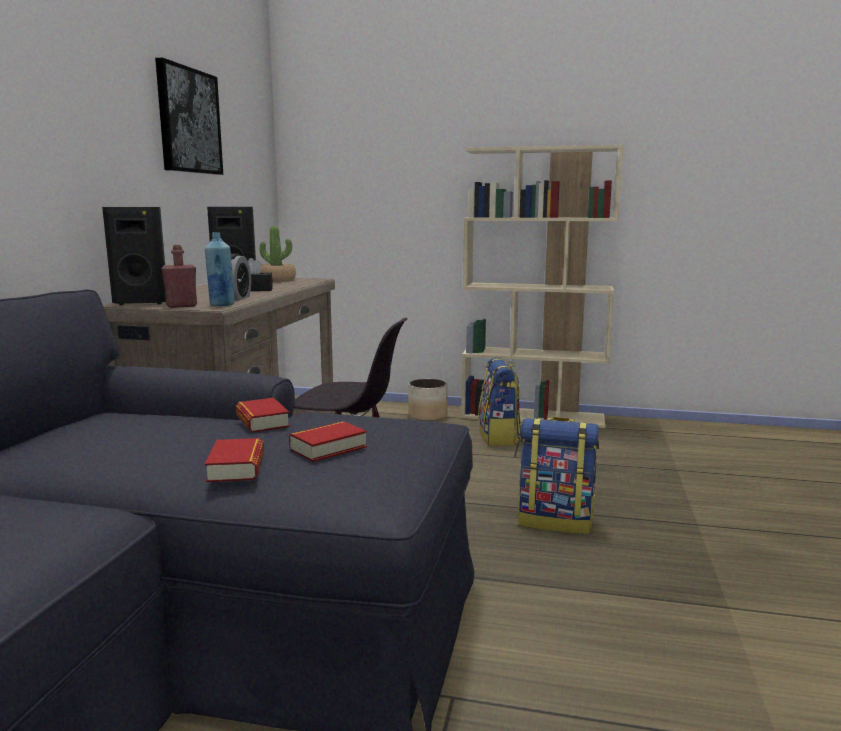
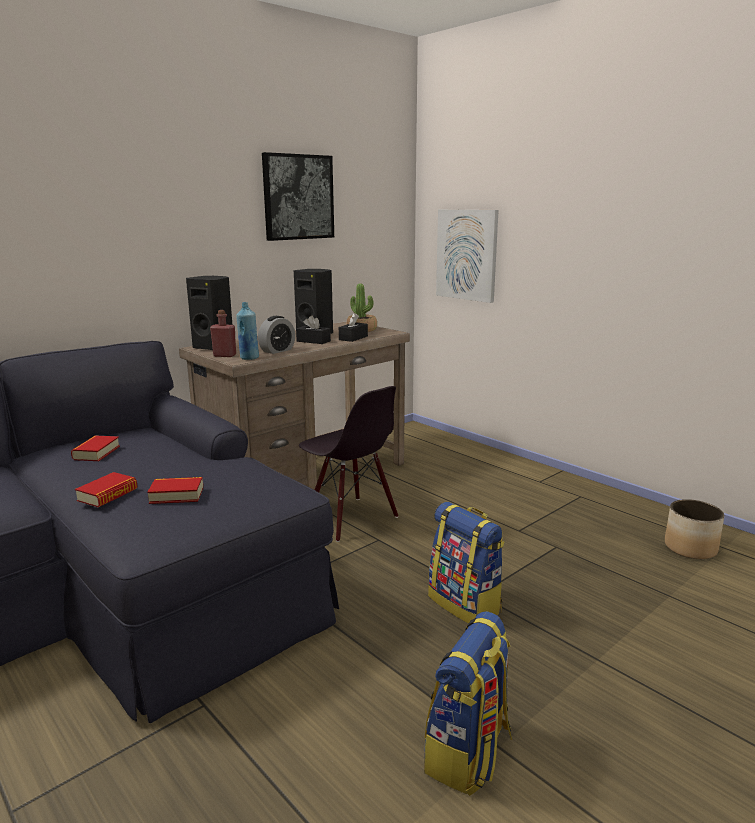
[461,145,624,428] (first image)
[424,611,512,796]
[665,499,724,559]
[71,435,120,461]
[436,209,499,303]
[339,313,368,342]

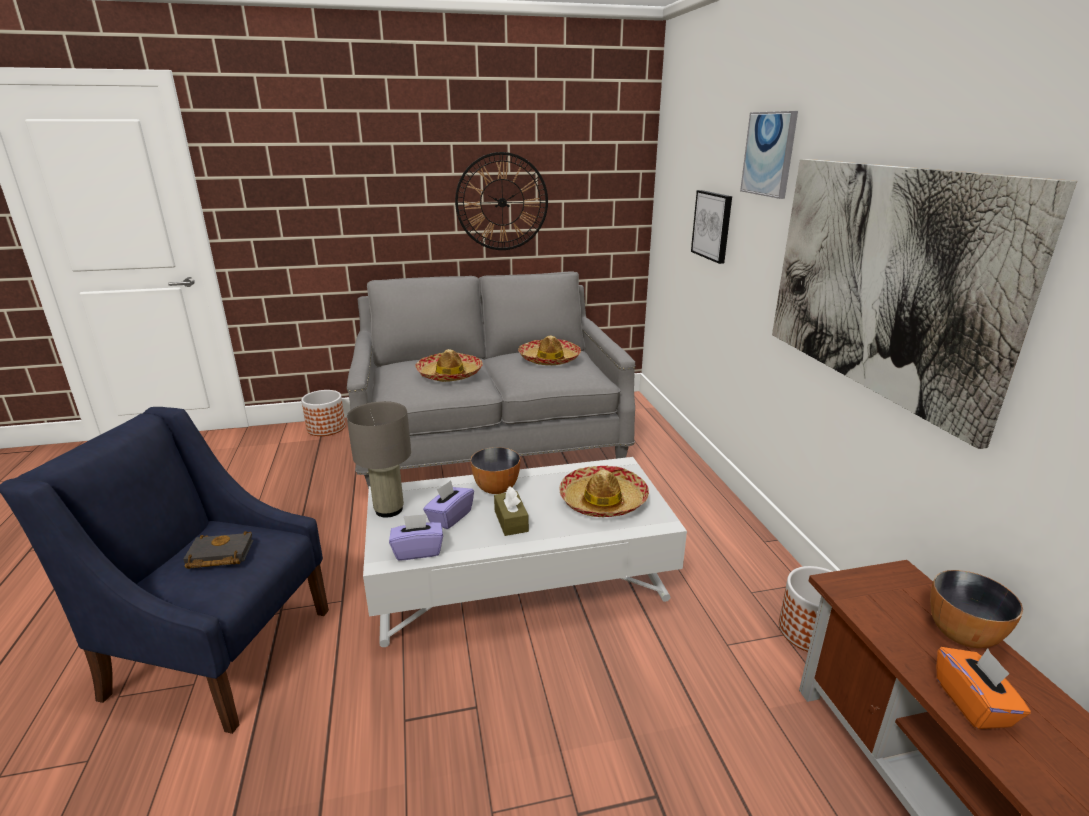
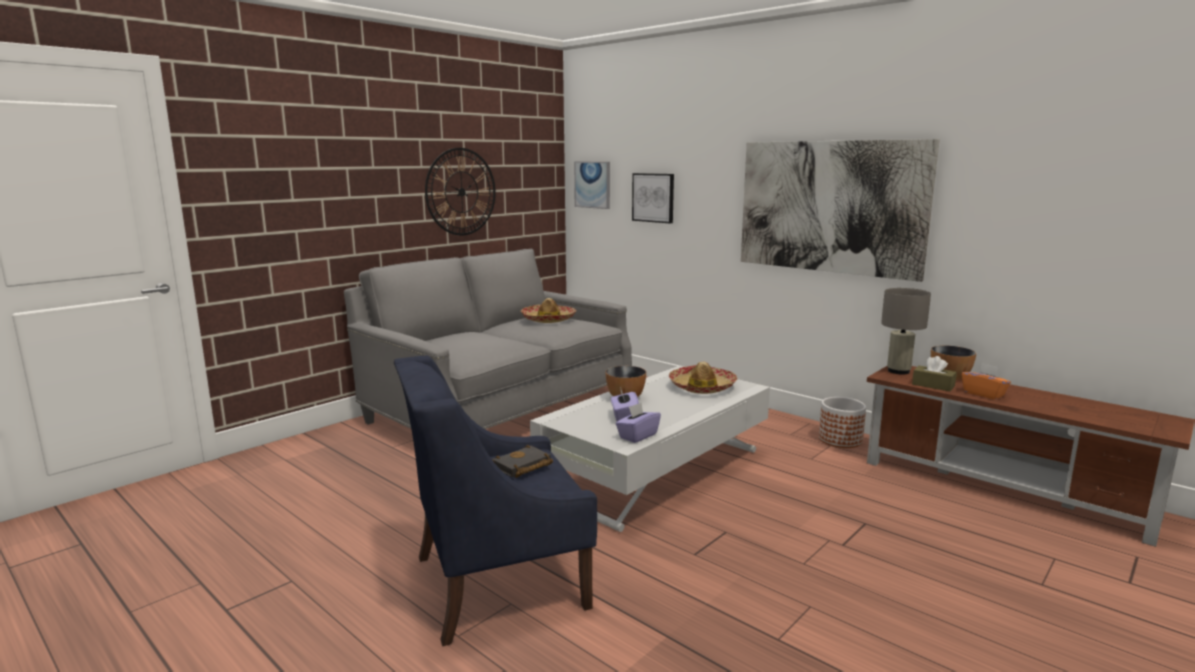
[574,161,610,209]
[415,349,483,382] (first image)
[301,390,346,436] (first image)
[881,288,931,375]
[912,356,957,391]

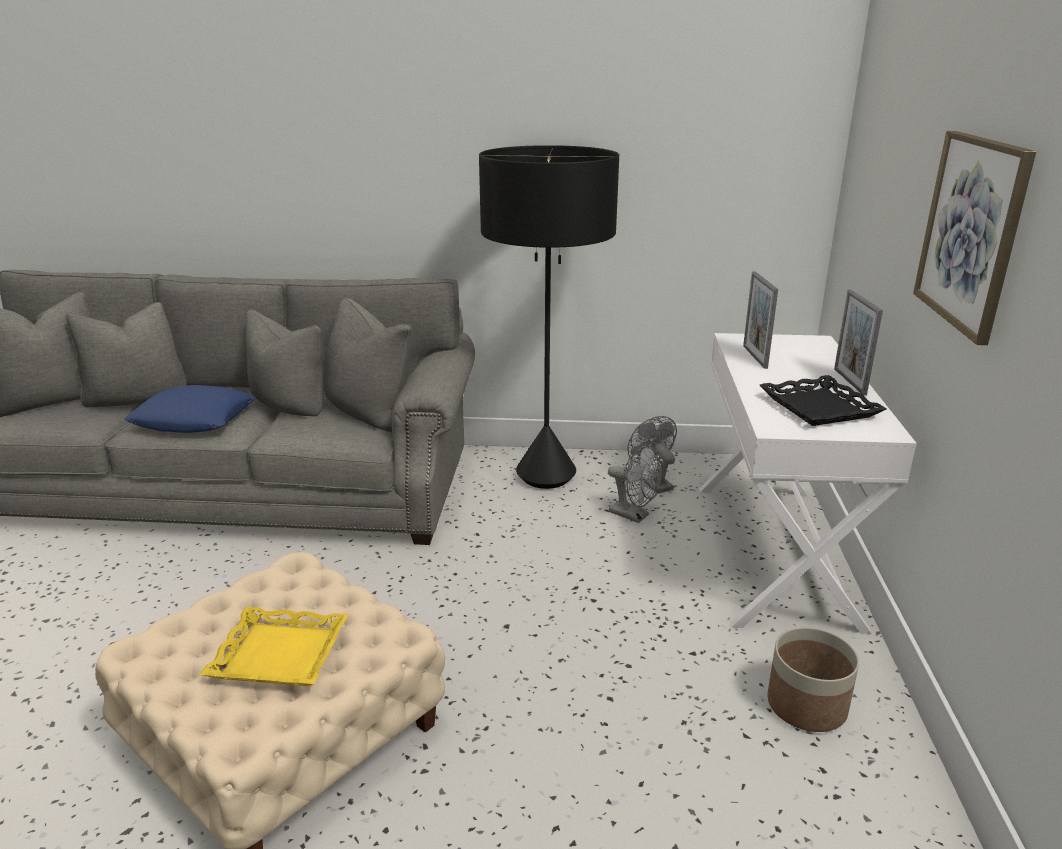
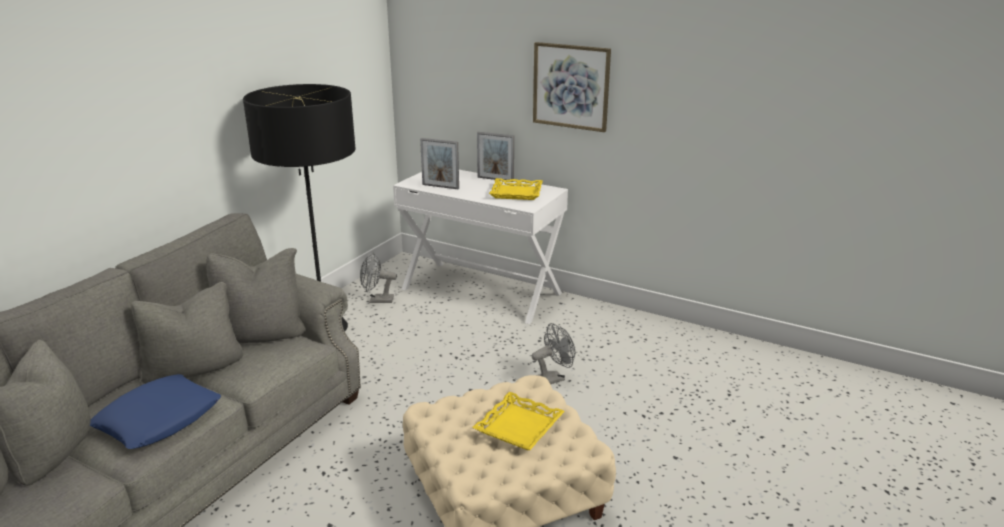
[489,178,543,200]
[532,323,576,384]
[767,627,859,732] (first image)

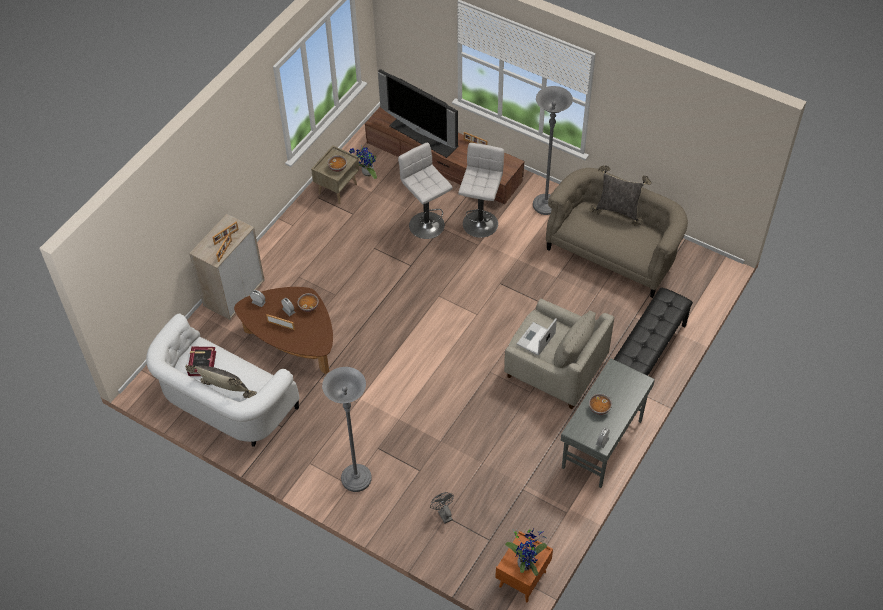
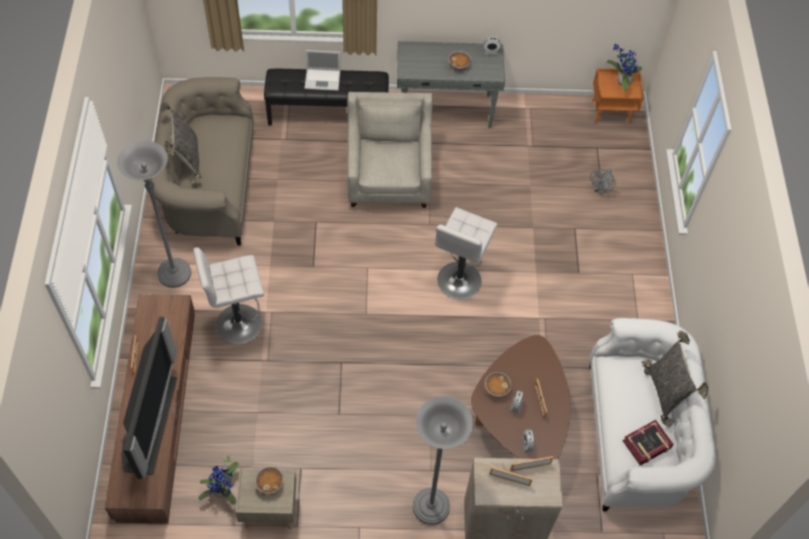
[435,207,497,300]
[304,50,340,91]
[413,396,473,525]

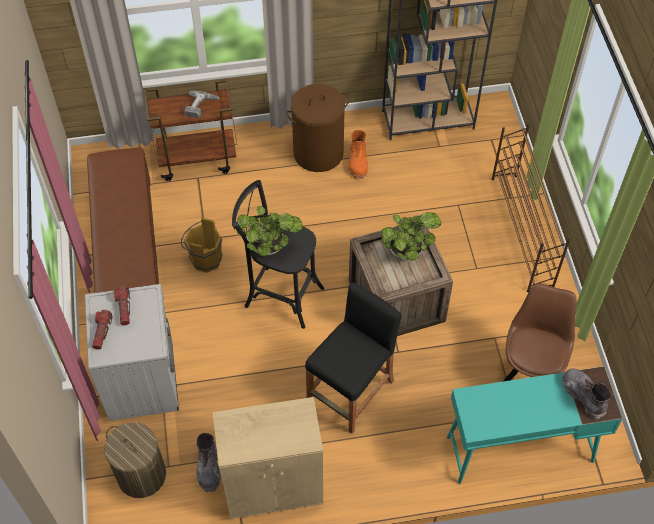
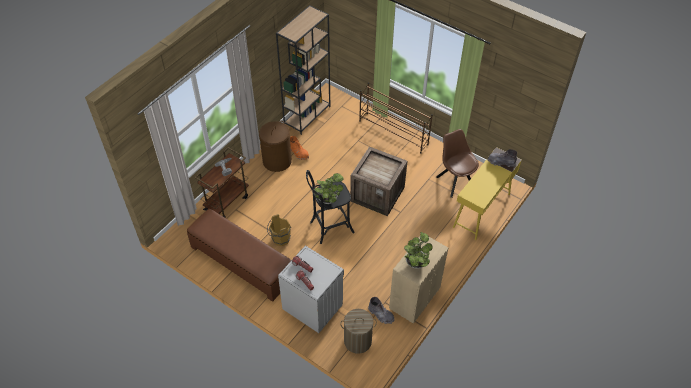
[404,232,433,269]
[305,282,402,434] (first image)
[453,147,522,240]

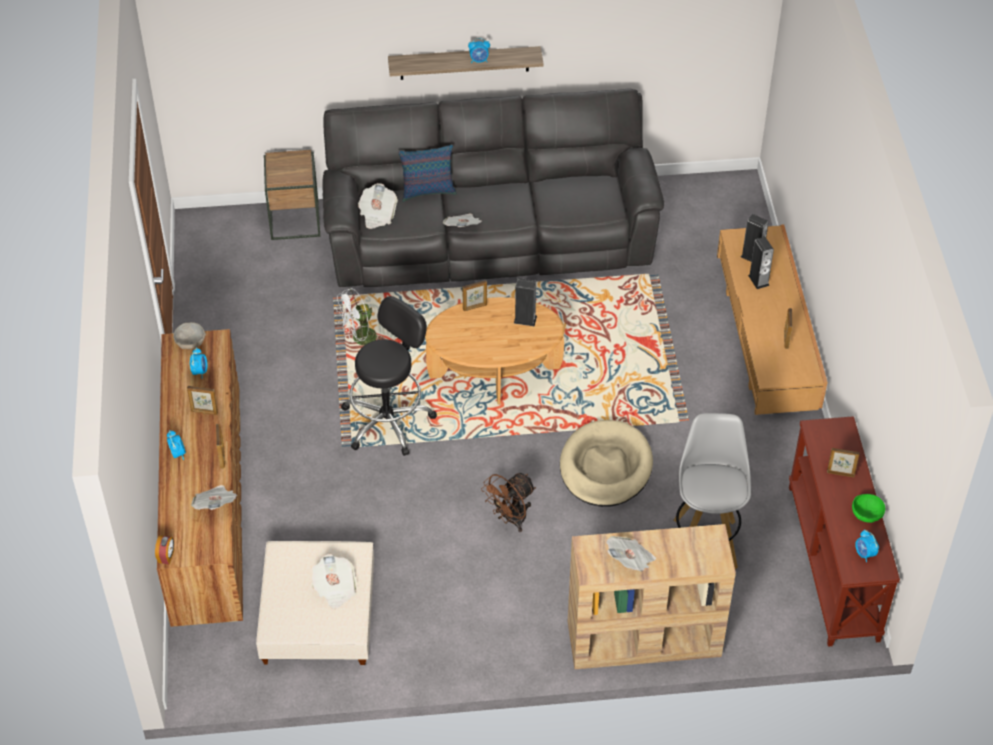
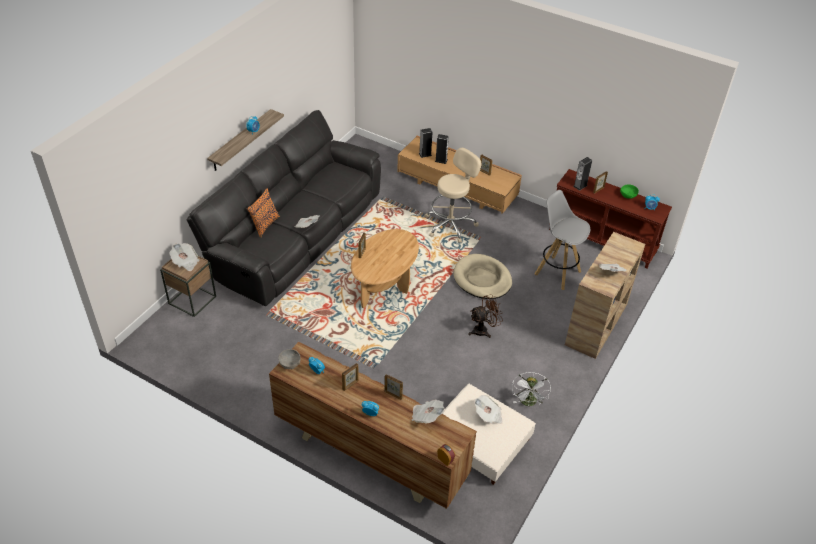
[247,189,280,238]
[169,243,200,271]
[573,157,592,191]
[512,372,551,406]
[341,296,437,456] (first image)
[469,294,503,338]
[425,148,481,243]

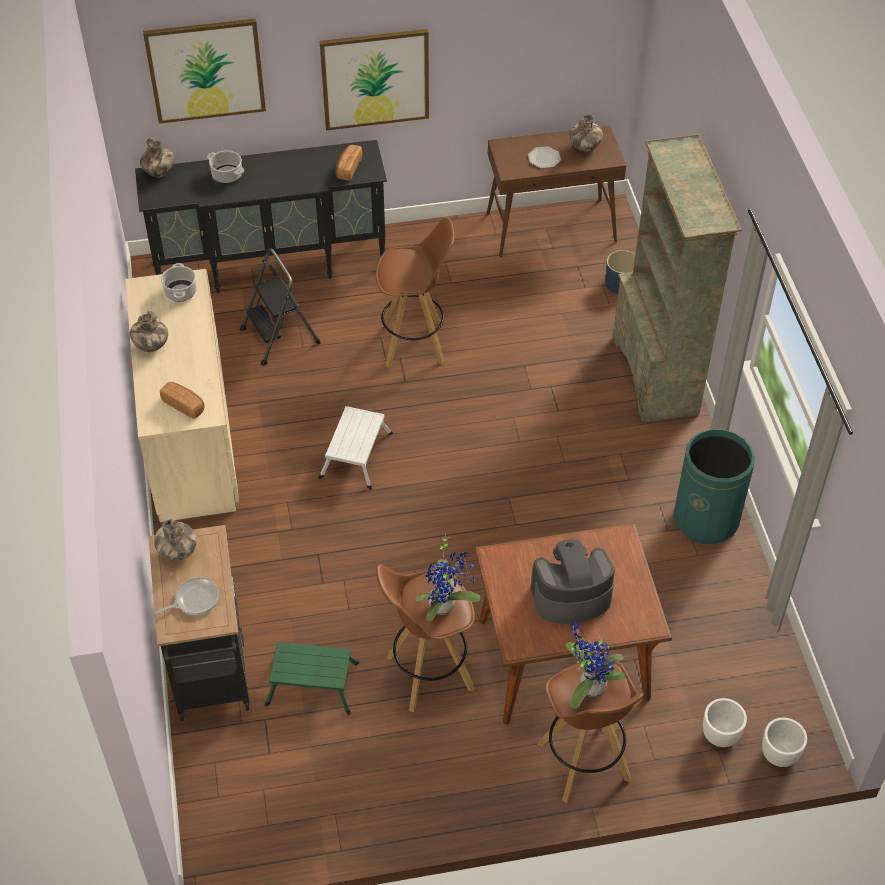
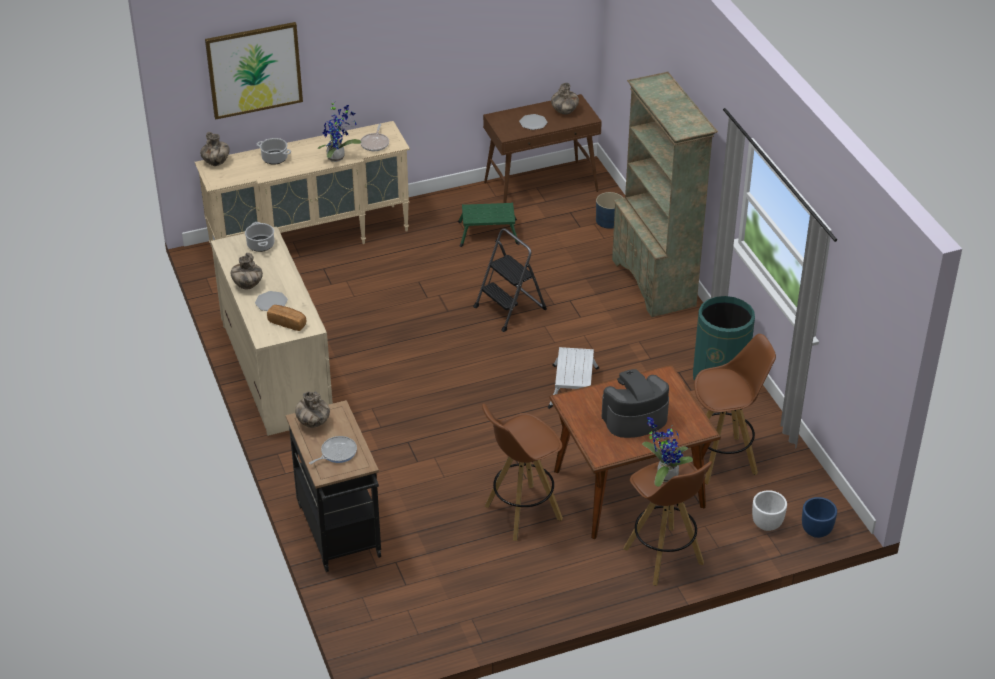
[319,29,429,131] (first image)
[195,121,410,247]
[360,124,389,151]
[689,334,776,484]
[473,228,547,332]
[548,347,599,409]
[318,103,362,162]
[458,202,520,247]
[802,497,837,538]
[255,291,288,311]

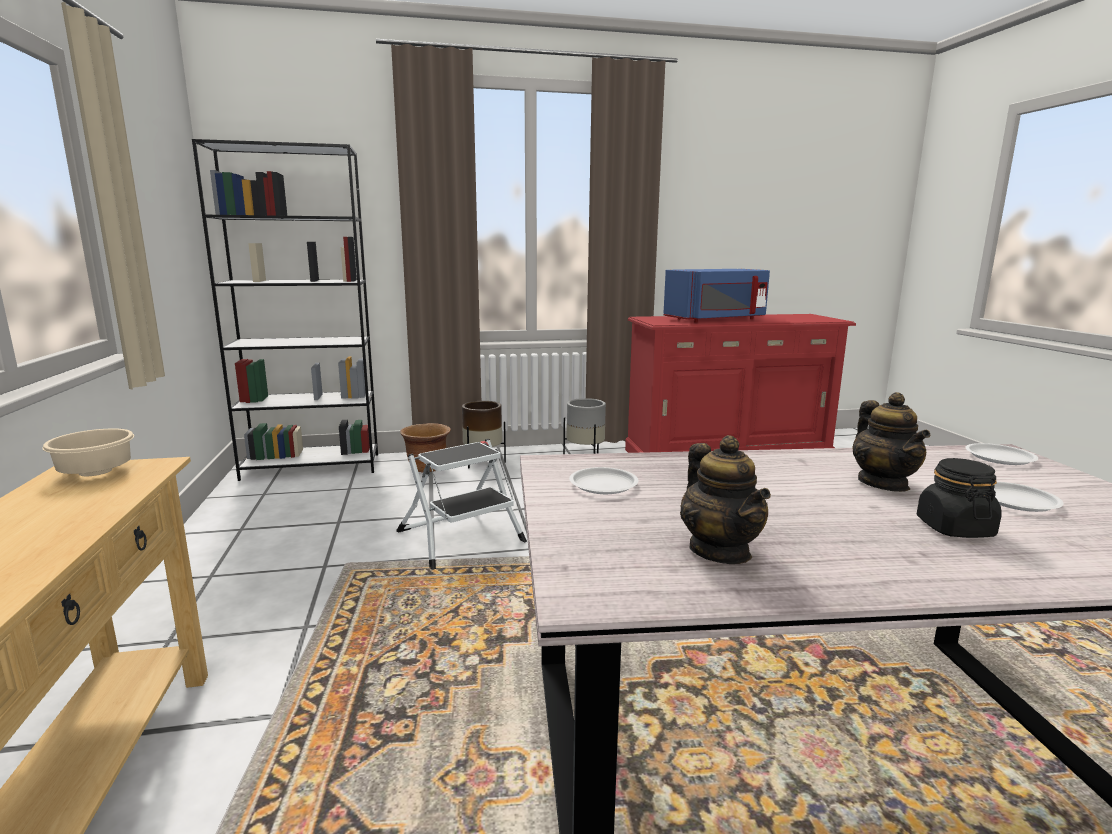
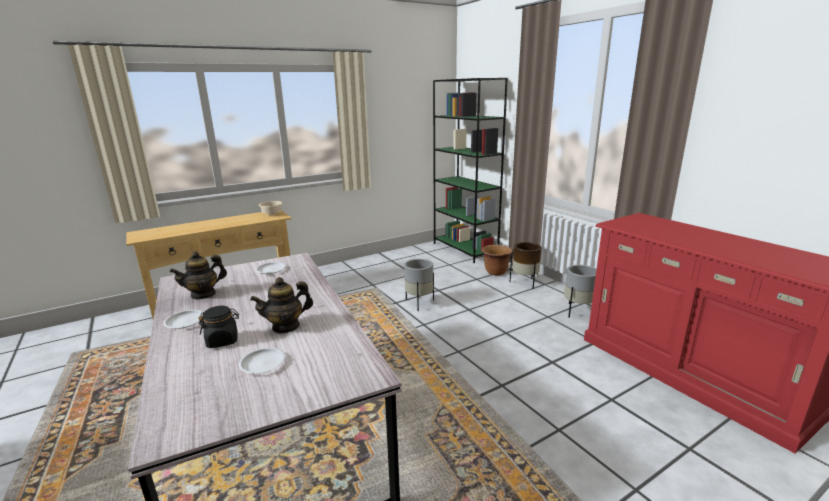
[433,78,508,263]
[663,269,770,323] (first image)
[404,259,434,311]
[163,310,203,329]

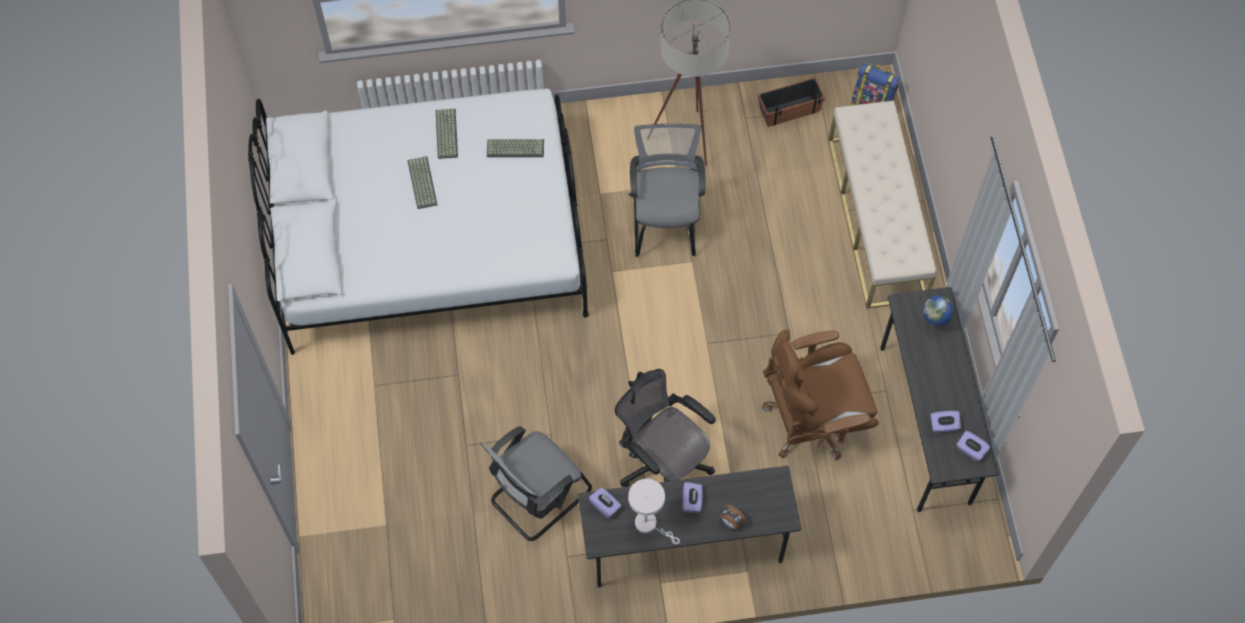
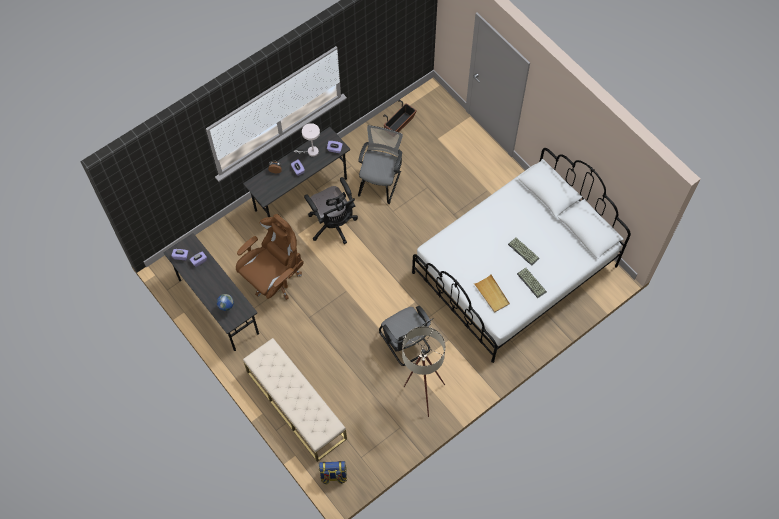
[384,100,417,132]
[474,275,510,313]
[304,177,358,244]

